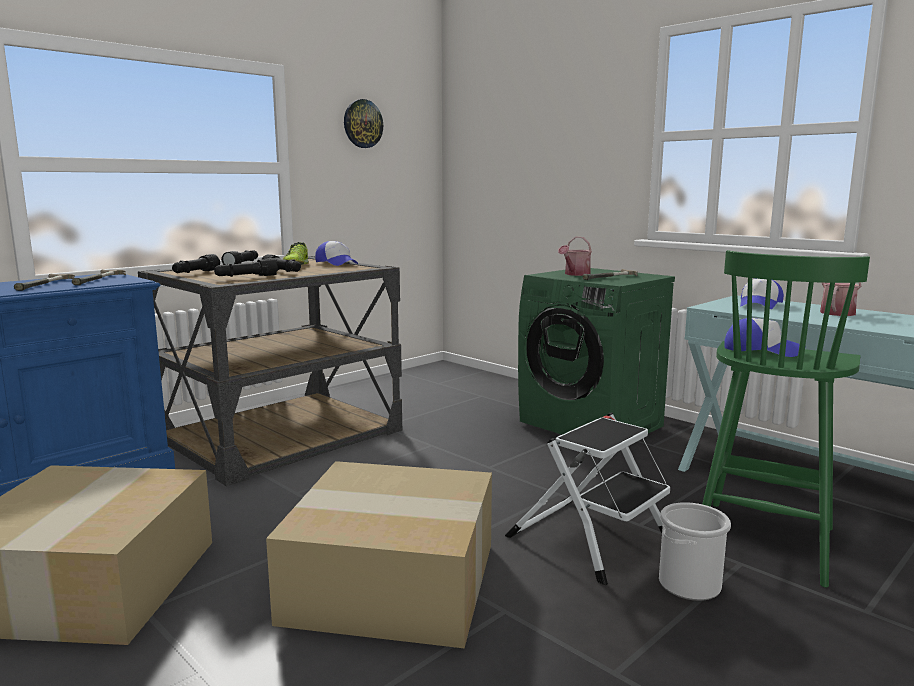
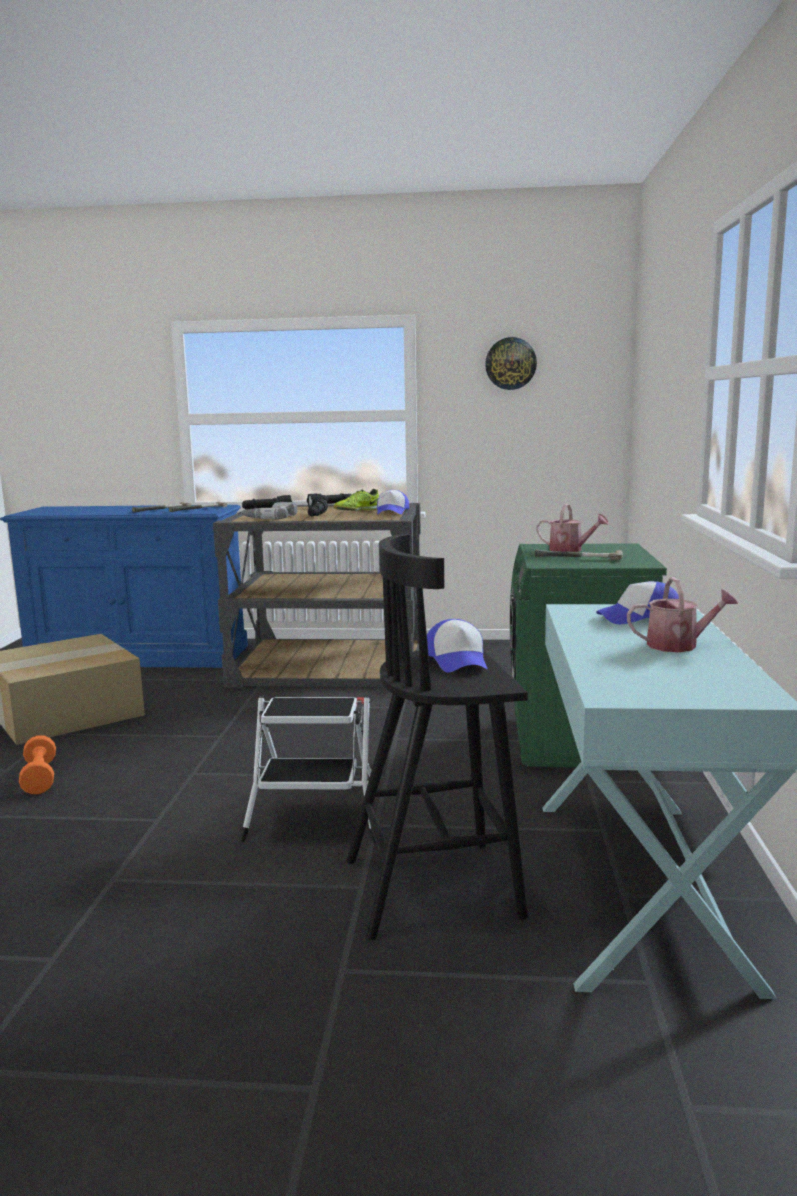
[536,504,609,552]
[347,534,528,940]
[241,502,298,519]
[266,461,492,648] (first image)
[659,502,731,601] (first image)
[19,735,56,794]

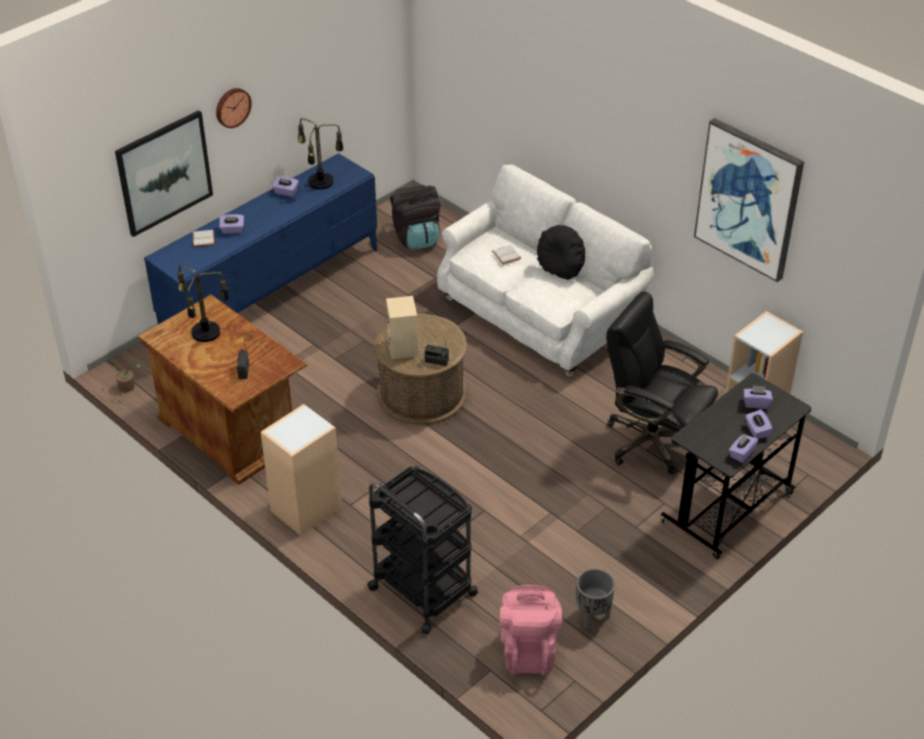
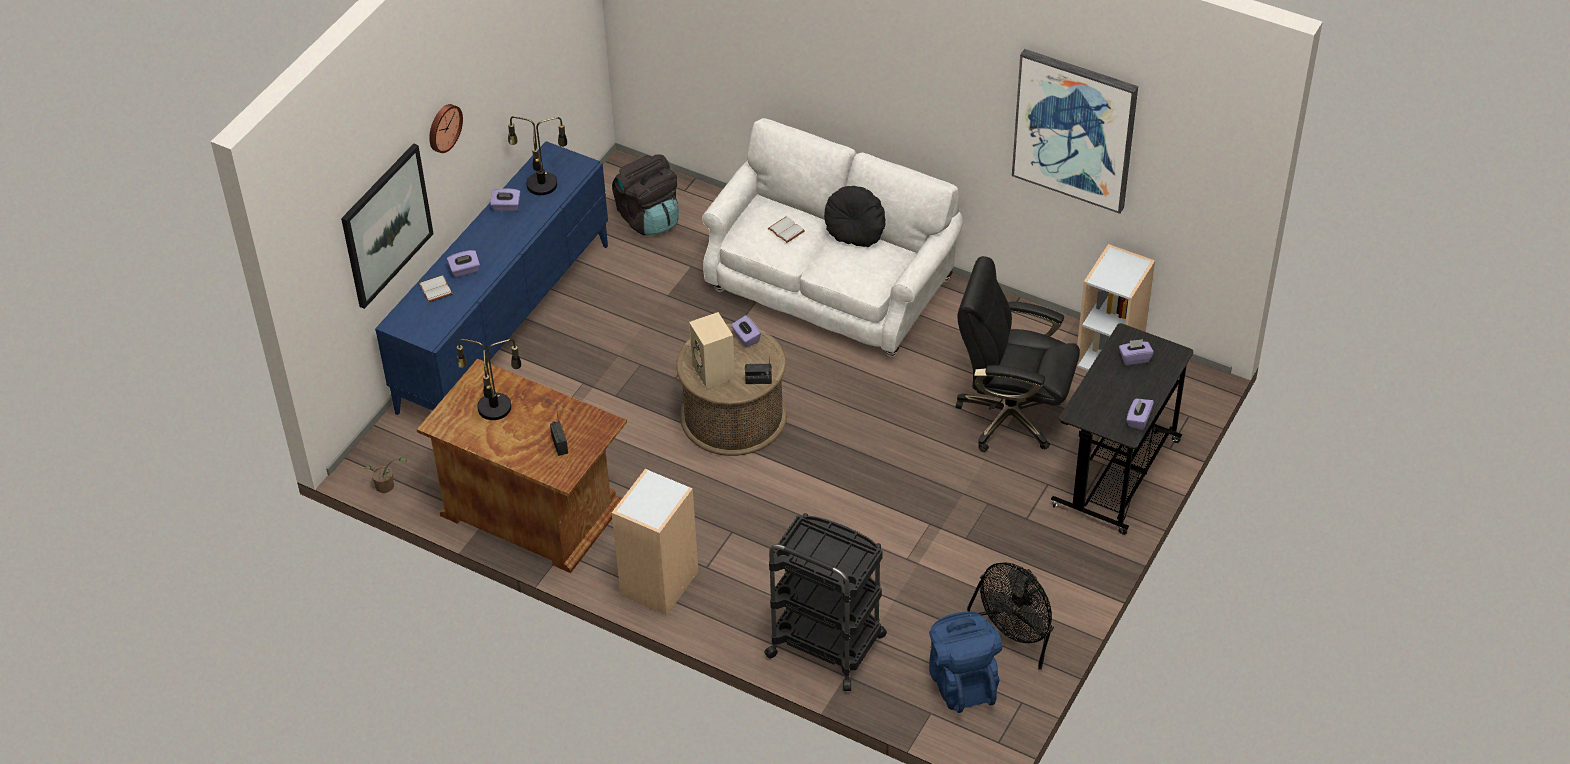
[731,315,761,347]
[967,563,1054,670]
[929,612,1002,713]

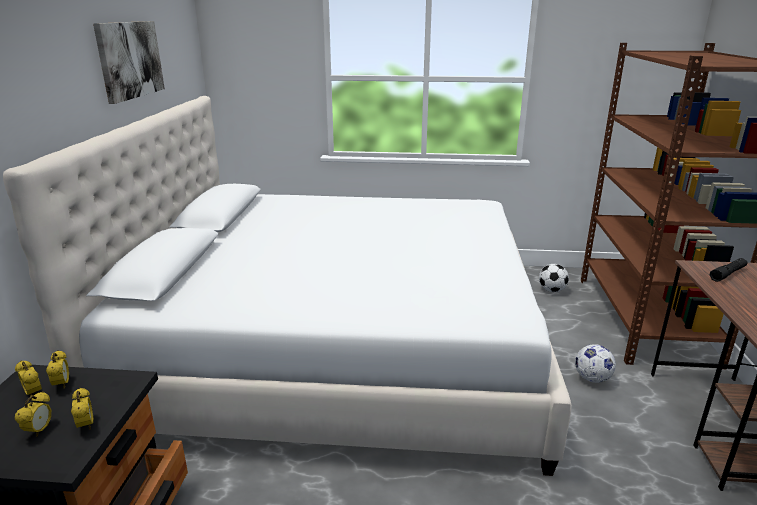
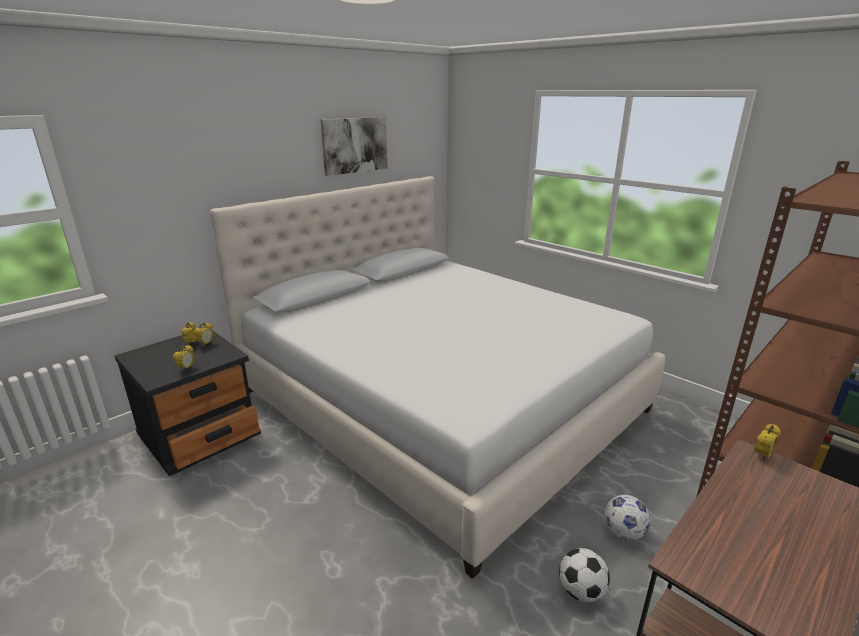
[710,258,747,282] (first image)
[559,548,610,602]
[754,424,781,461]

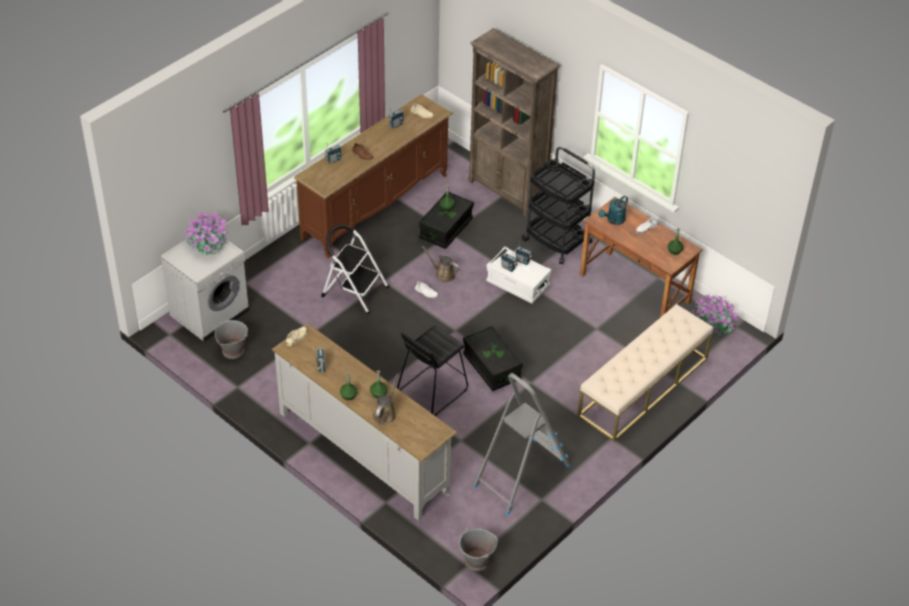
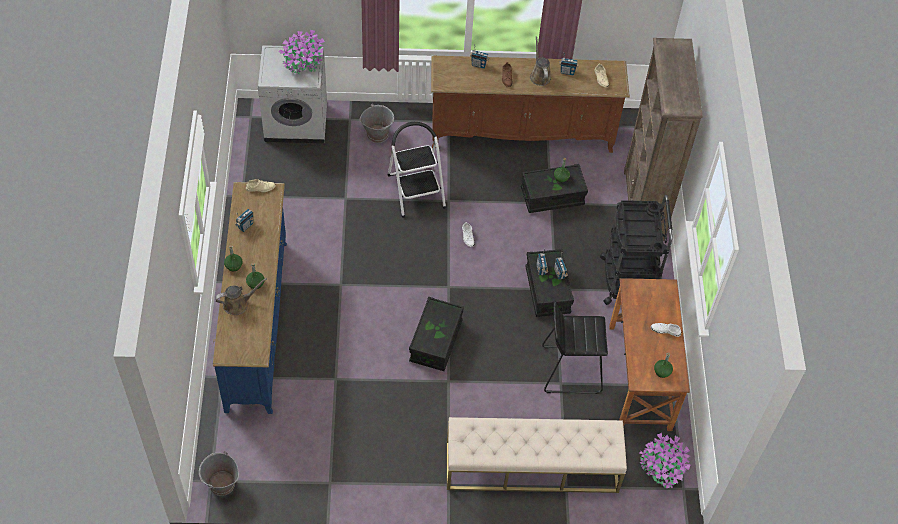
[599,196,628,225] (first image)
[530,36,551,86]
[525,249,574,317]
[360,104,394,143]
[213,182,287,414]
[542,301,608,394]
[473,373,570,515] (first image)

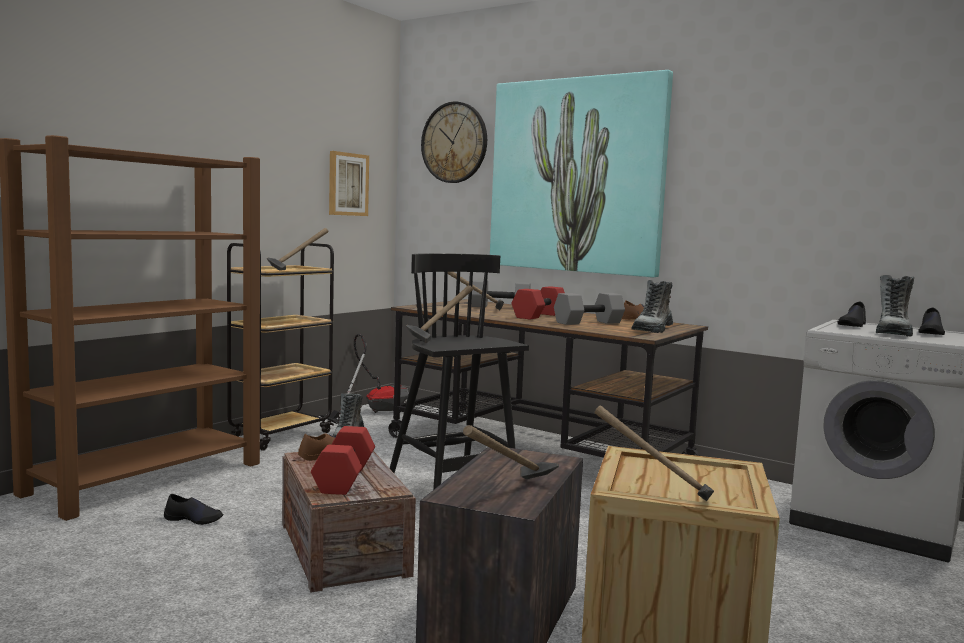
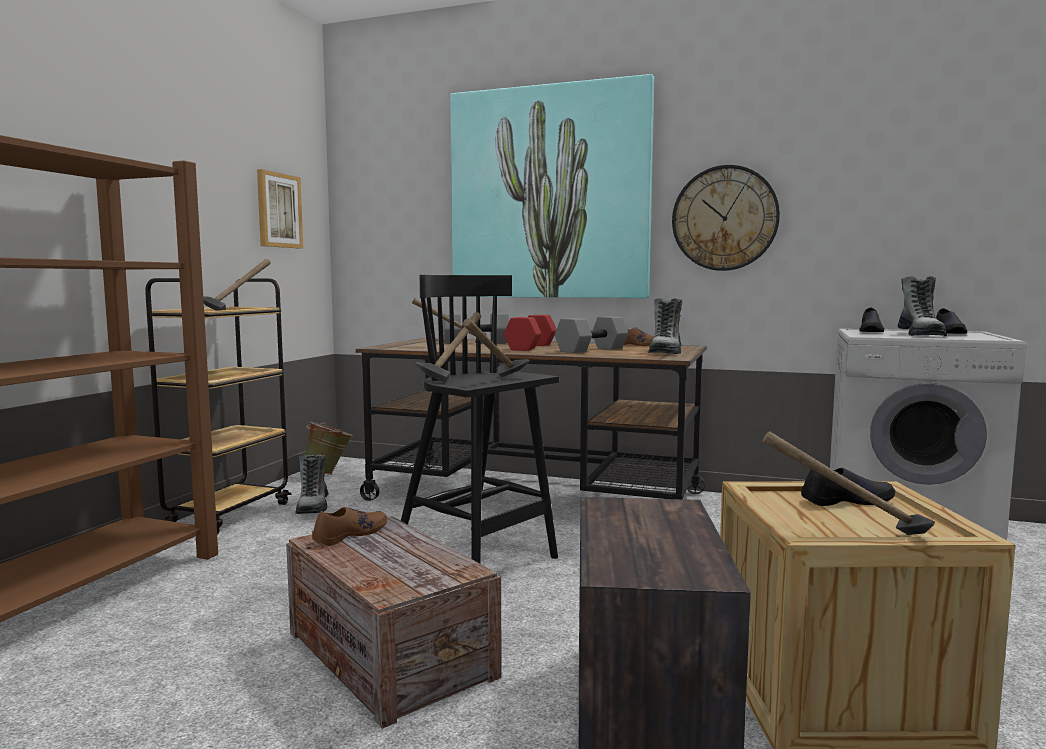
[672,165,780,271]
[305,422,353,475]
[463,318,530,377]
[311,426,375,495] (first image)
[801,468,895,506]

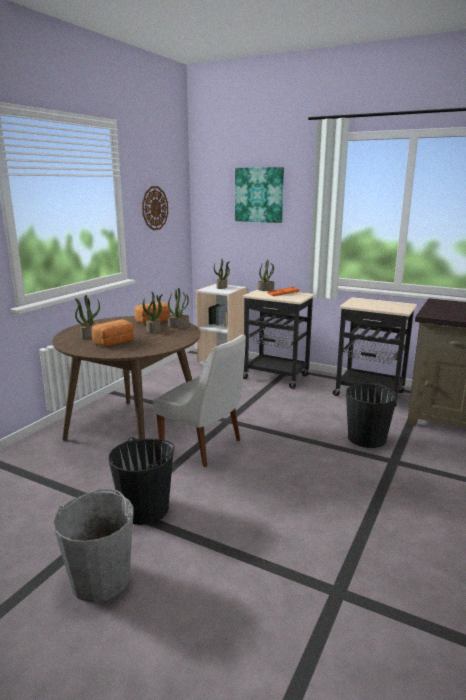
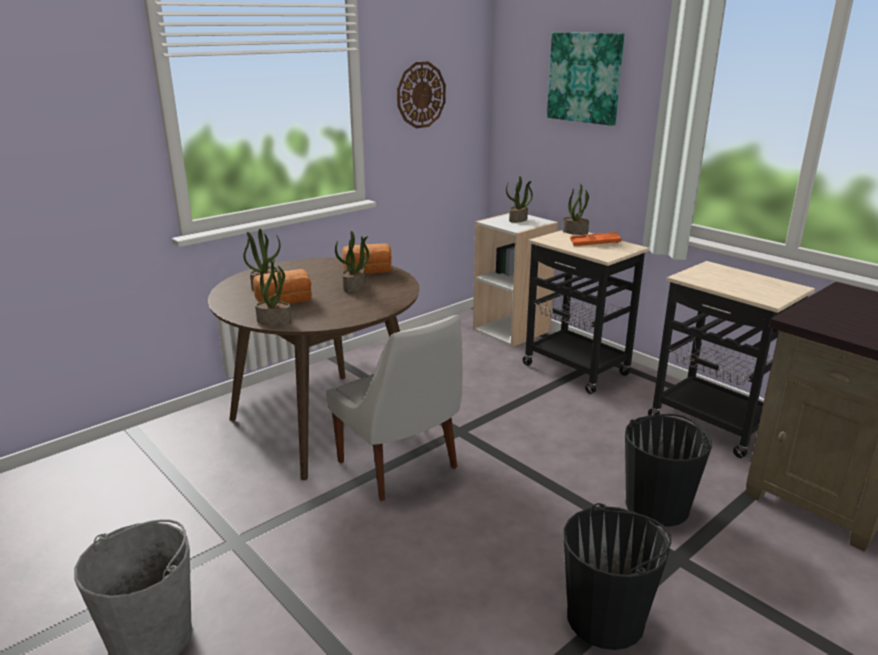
[255,258,292,326]
[563,503,671,650]

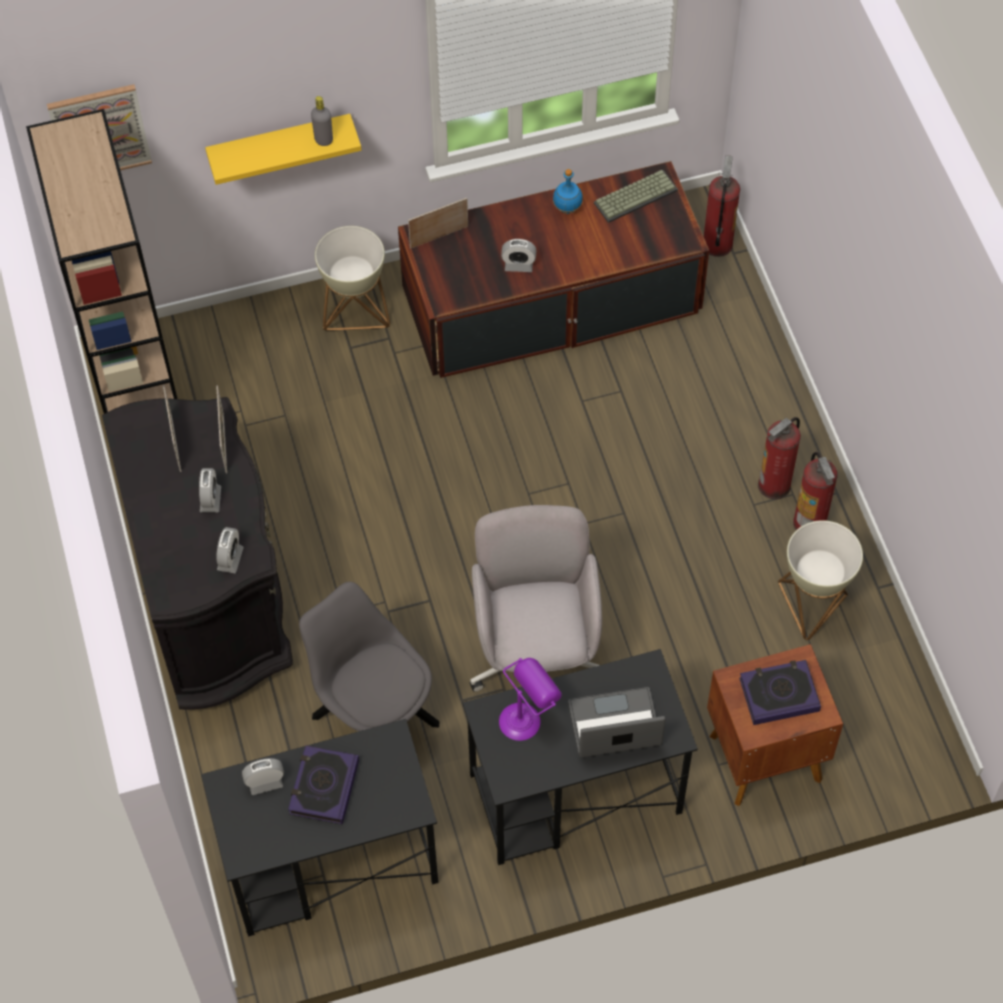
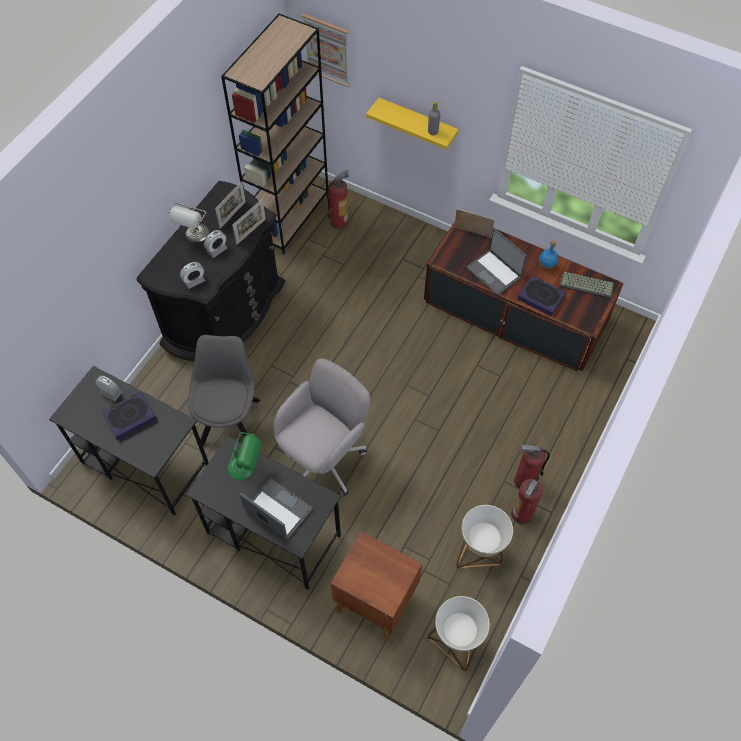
[327,170,349,229]
[428,596,490,671]
[466,228,527,295]
[227,432,262,480]
[518,275,566,316]
[169,202,209,242]

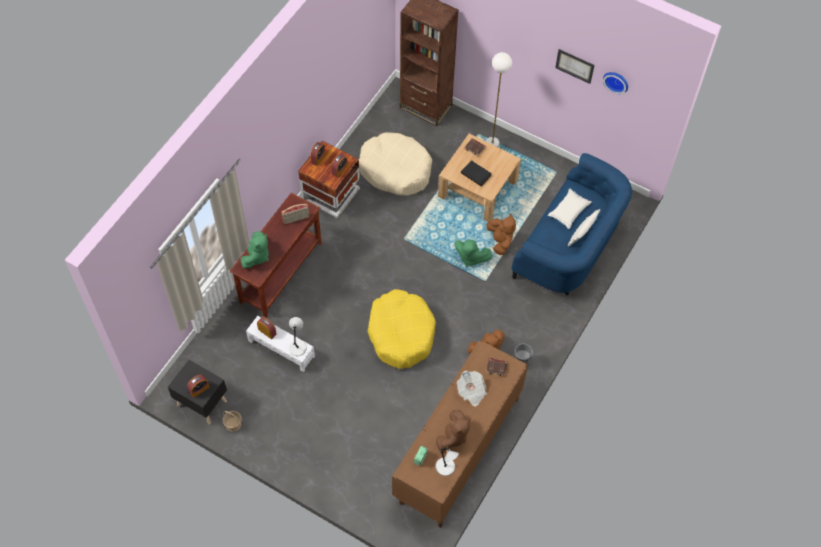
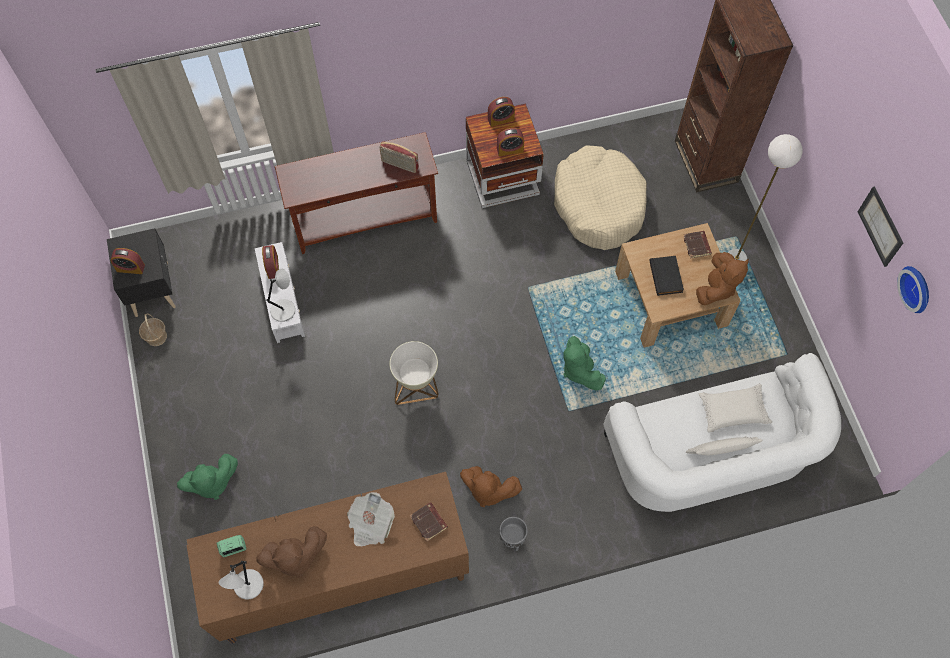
[604,353,841,512]
[696,252,749,305]
[177,454,238,500]
[389,341,438,405]

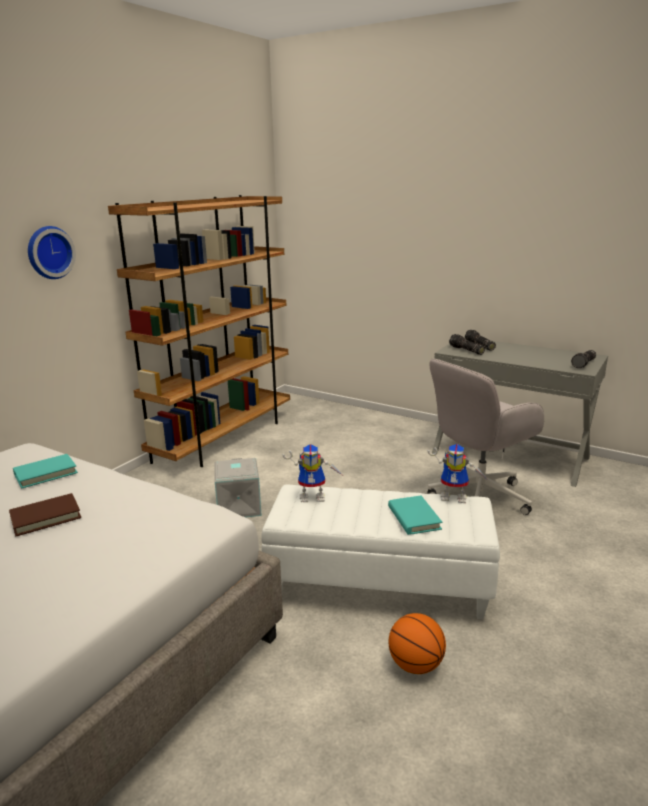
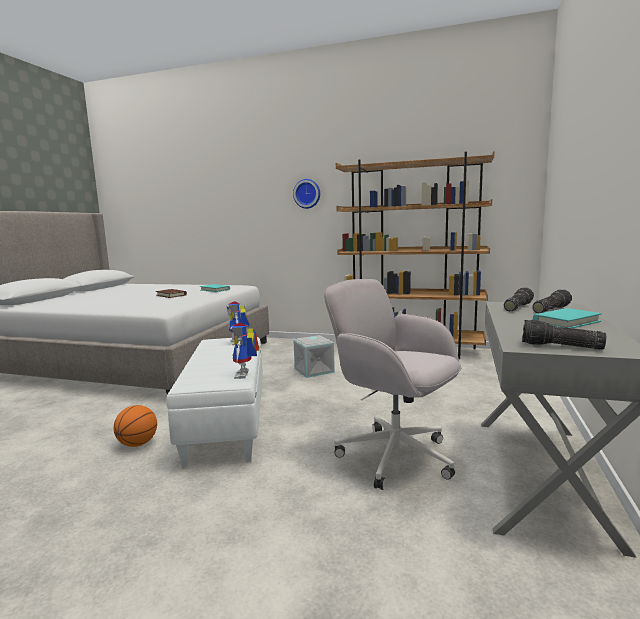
[533,308,602,328]

